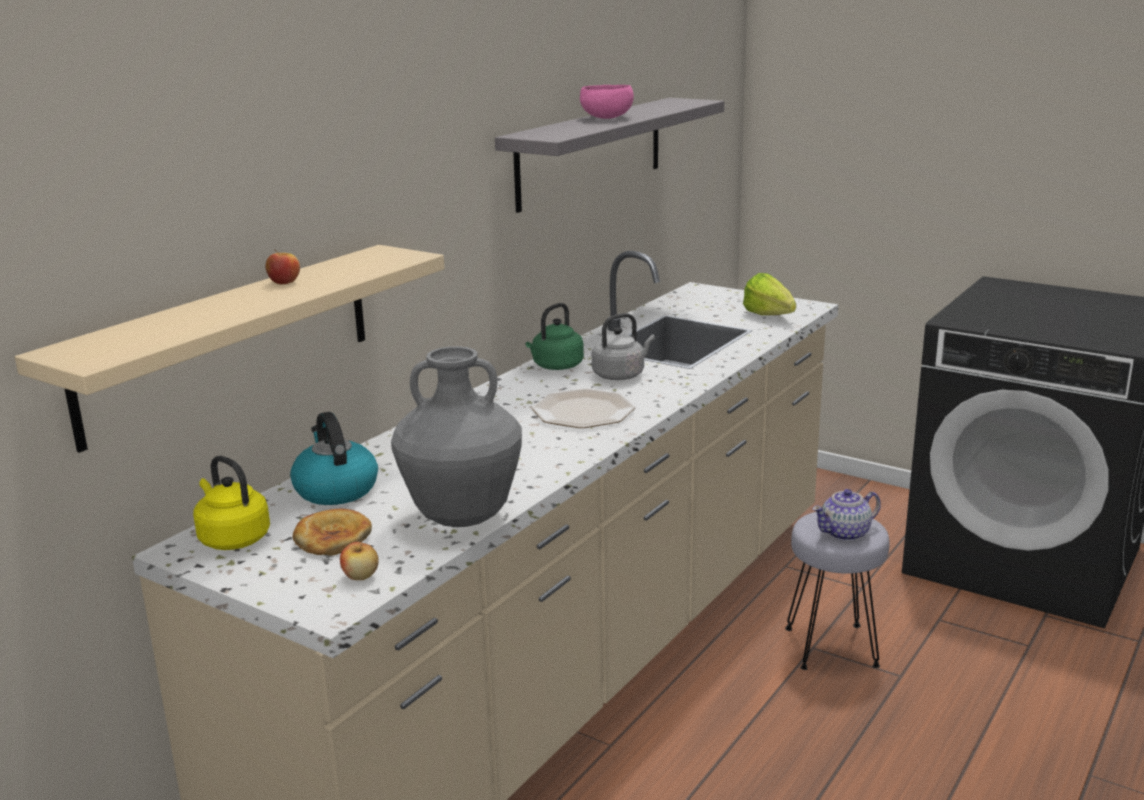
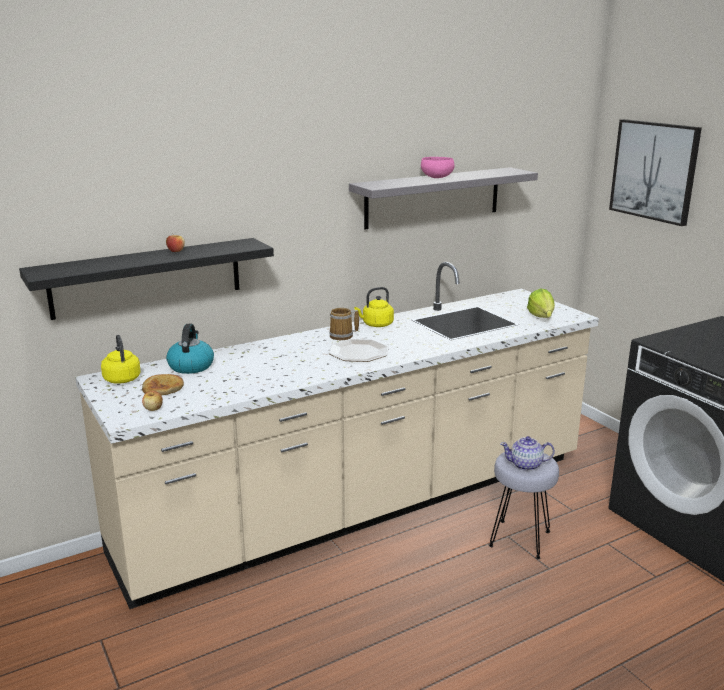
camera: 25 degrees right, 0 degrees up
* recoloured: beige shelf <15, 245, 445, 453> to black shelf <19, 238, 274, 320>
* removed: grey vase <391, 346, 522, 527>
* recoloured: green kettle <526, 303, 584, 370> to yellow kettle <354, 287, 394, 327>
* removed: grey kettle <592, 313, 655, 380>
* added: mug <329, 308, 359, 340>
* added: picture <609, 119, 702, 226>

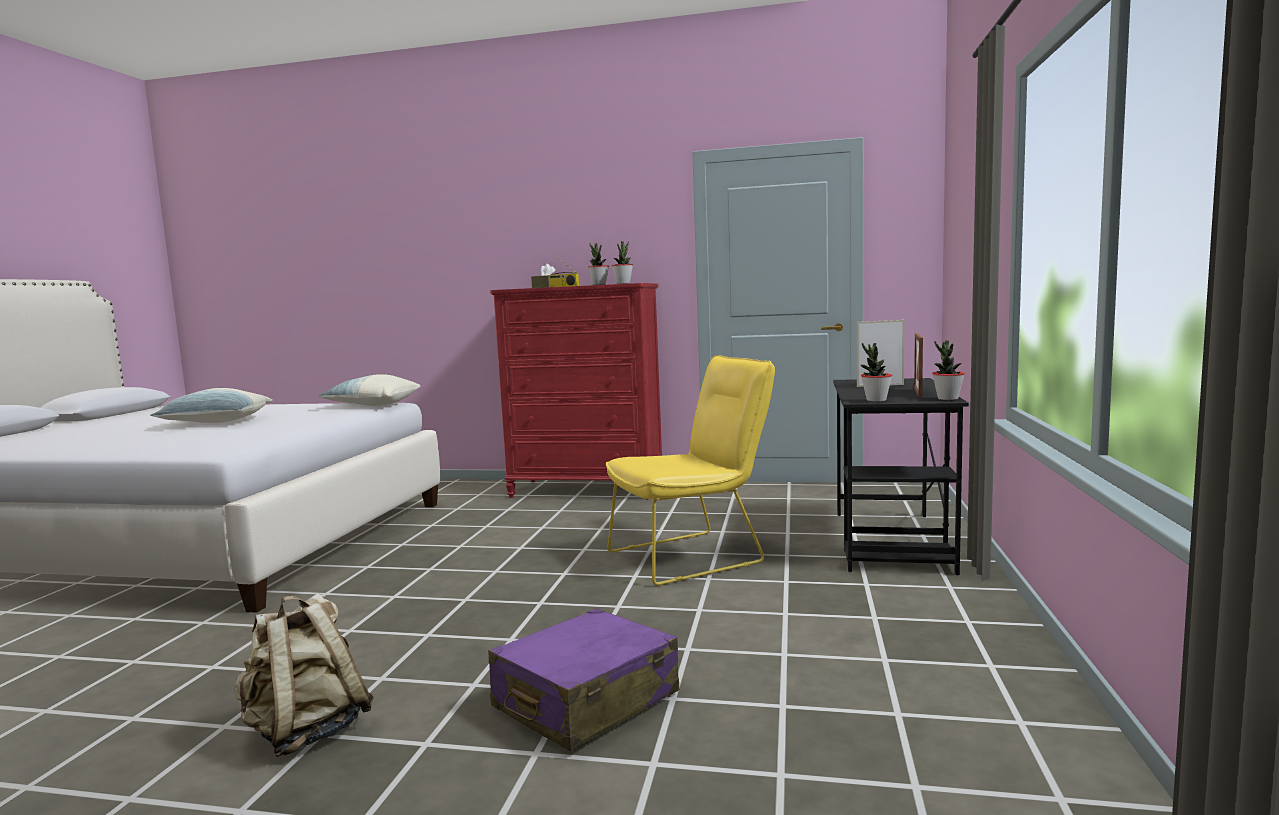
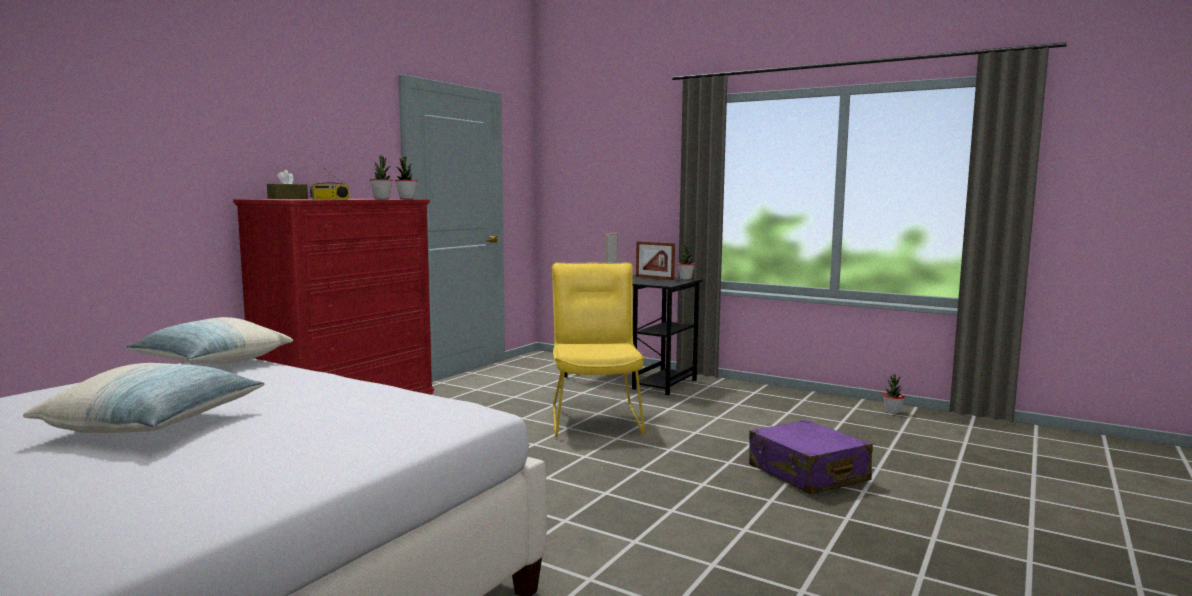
camera: 70 degrees left, 0 degrees up
* removed: beige backpack <234, 593, 374, 757>
* moved: potted plant <861, 343, 892, 402> to <883, 374, 905, 414>

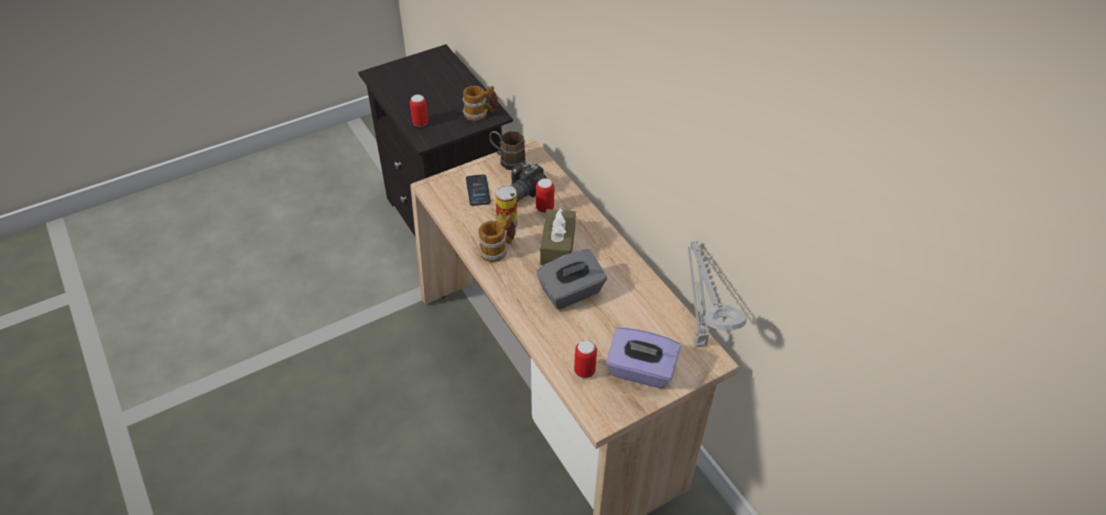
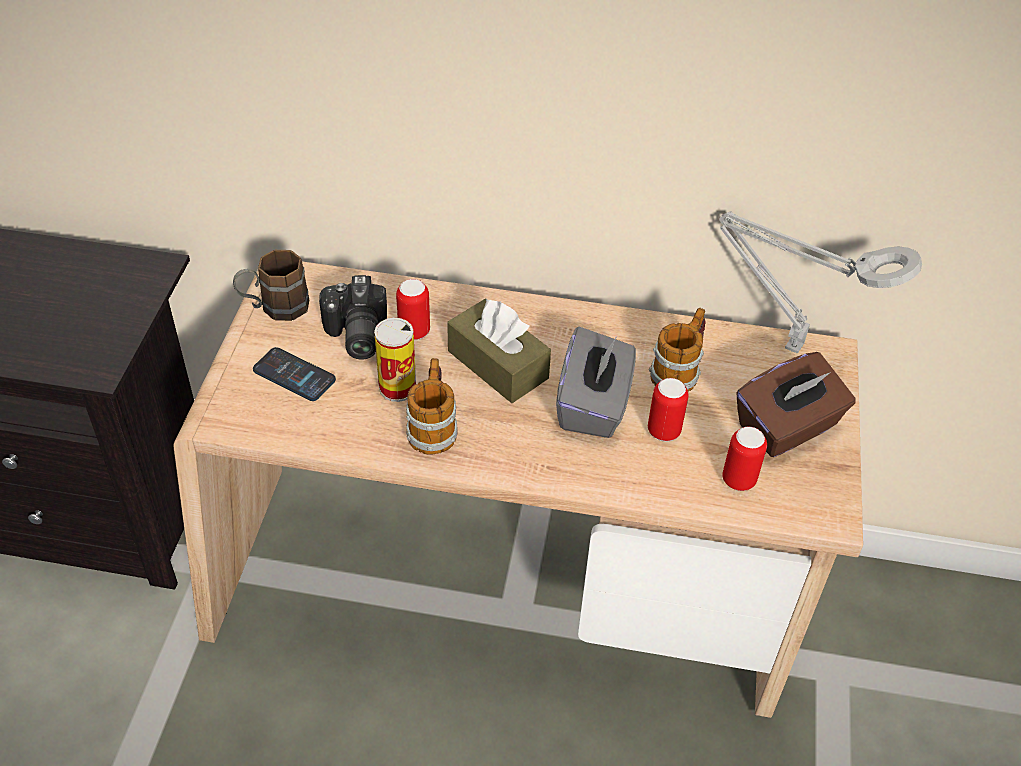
camera: 50 degrees left, 0 degrees up
* moved: can <410, 95, 428, 127> to <648, 378, 689, 442>
* moved: mug <462, 86, 498, 121> to <649, 308, 706, 392>
* recoloured: purple tissue box <606, 328, 681, 388> to brown tissue box <736, 352, 856, 457>

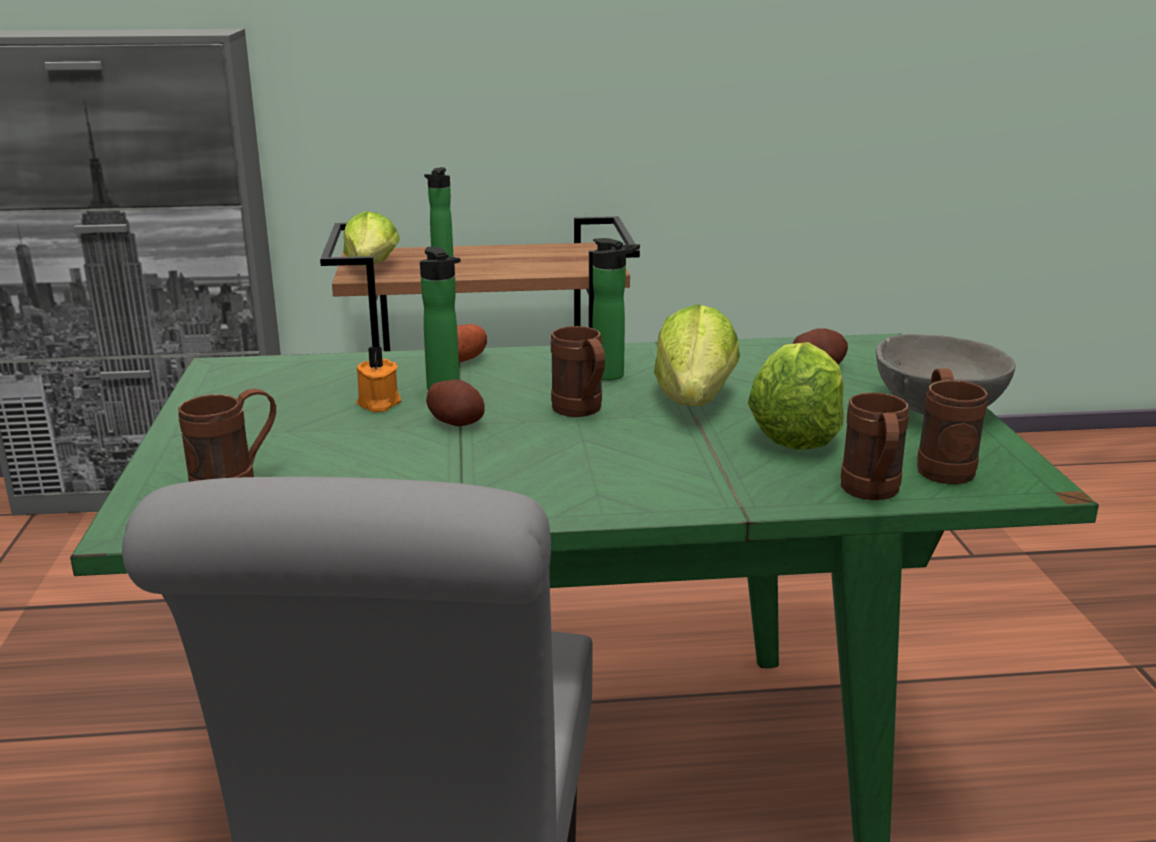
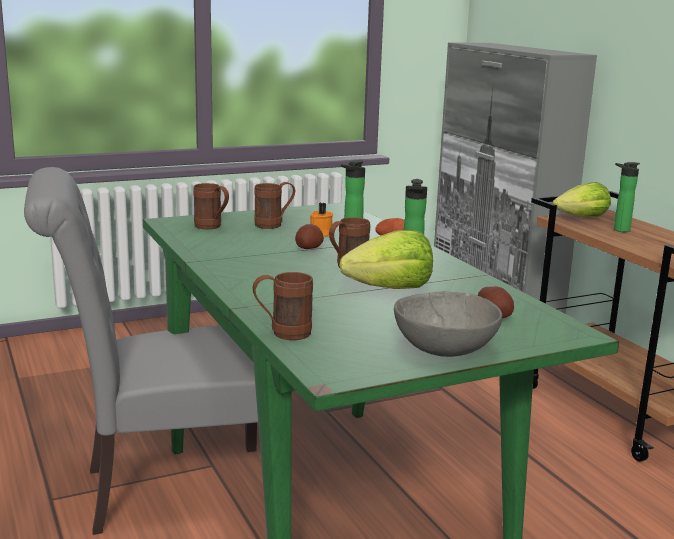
camera: 70 degrees right, 5 degrees down
* removed: lettuce <748, 342, 844, 449>
* moved: brown mug <917, 368, 988, 484> to <254, 182, 295, 229>

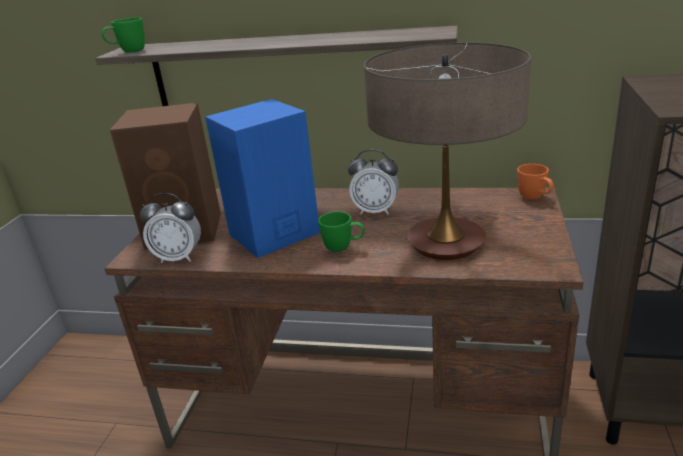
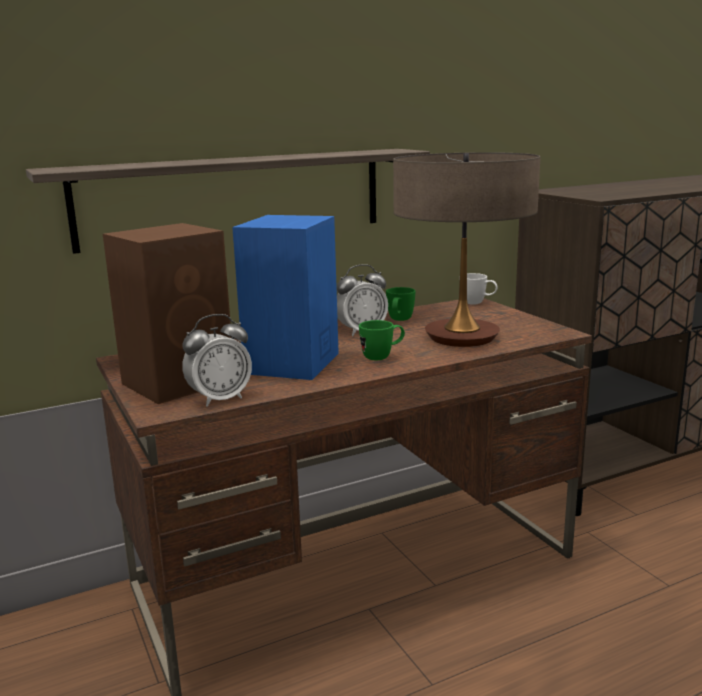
camera: 40 degrees left, 10 degrees down
* moved: green mug <102, 17, 145, 53> to <386, 287, 415, 321>
* recoloured: orange mug <517, 164, 554, 200> to white mug <459, 273, 498, 305>

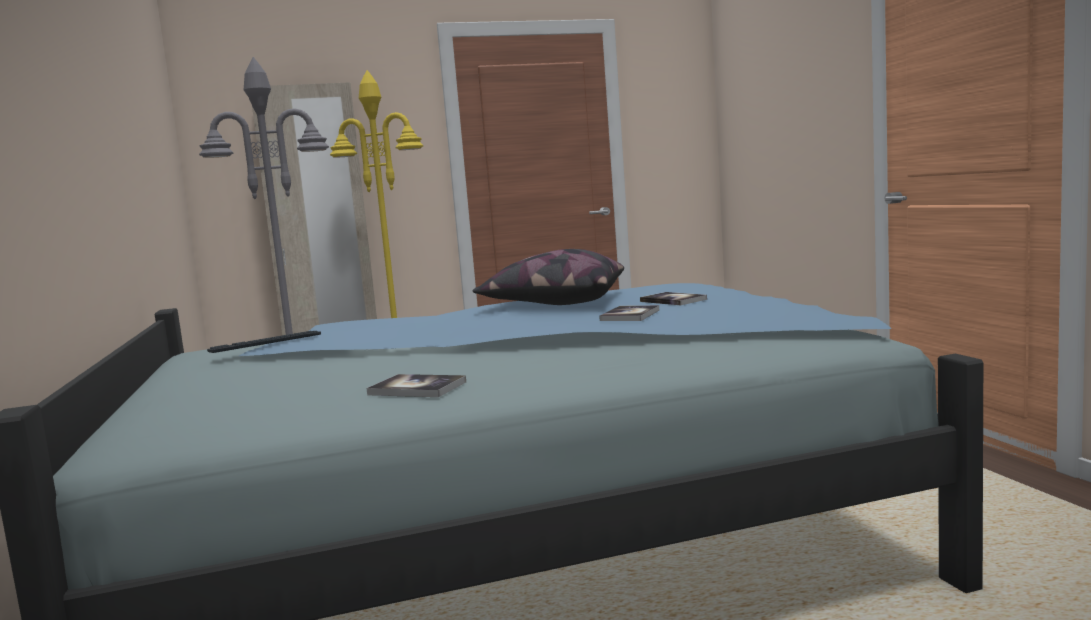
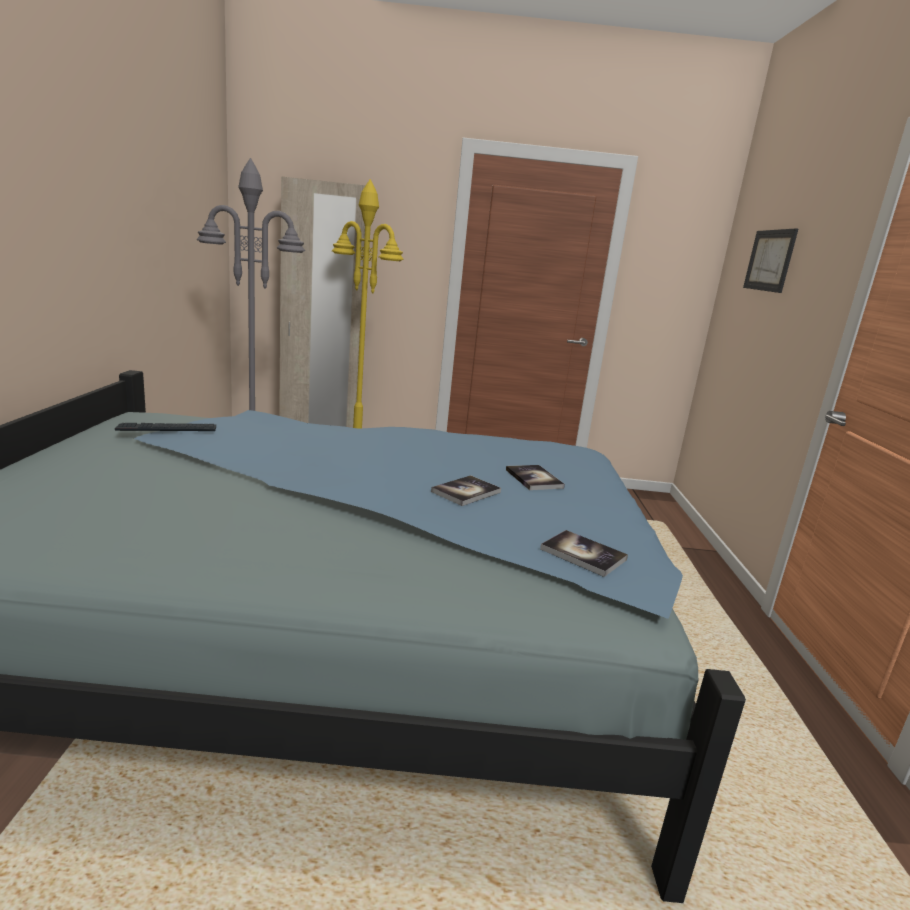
camera: 15 degrees right, 10 degrees up
* moved: book <366, 374, 466, 397> to <540, 530, 628, 577>
* removed: pillow <472, 249, 624, 305>
* added: picture <743, 228, 798, 293>

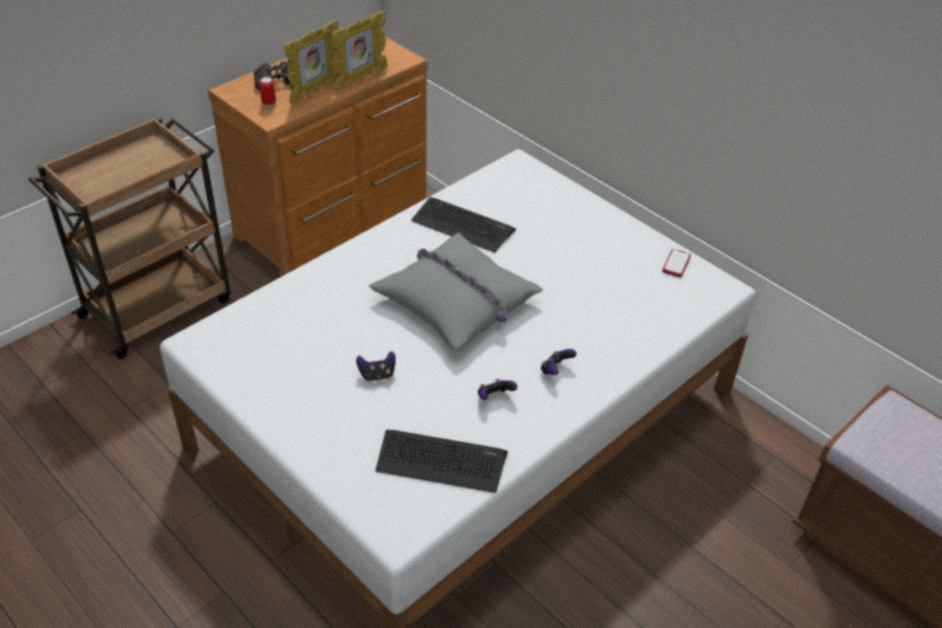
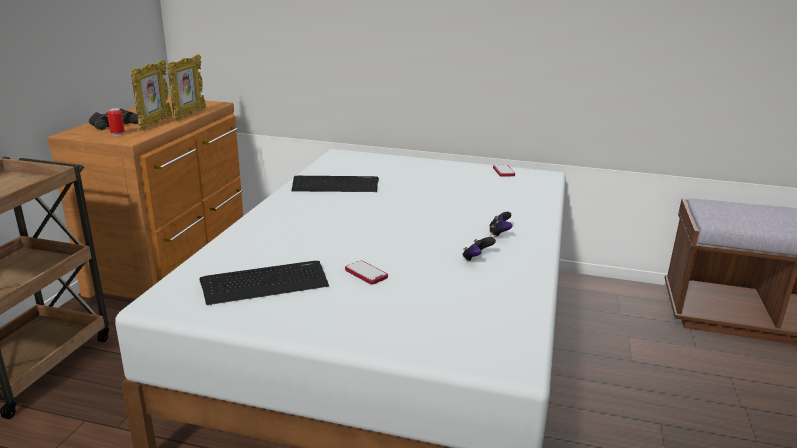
camera: 30 degrees left, 20 degrees down
* replaced: game controller <356, 351, 396, 382> to phone <345, 260, 388, 285>
* removed: grey pillow <369, 233, 543, 352>
* moved: keyboard <375, 430, 508, 493> to <199, 261, 329, 305>

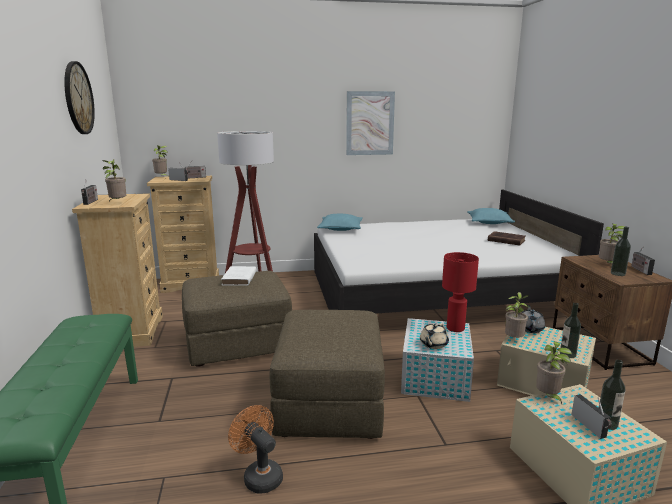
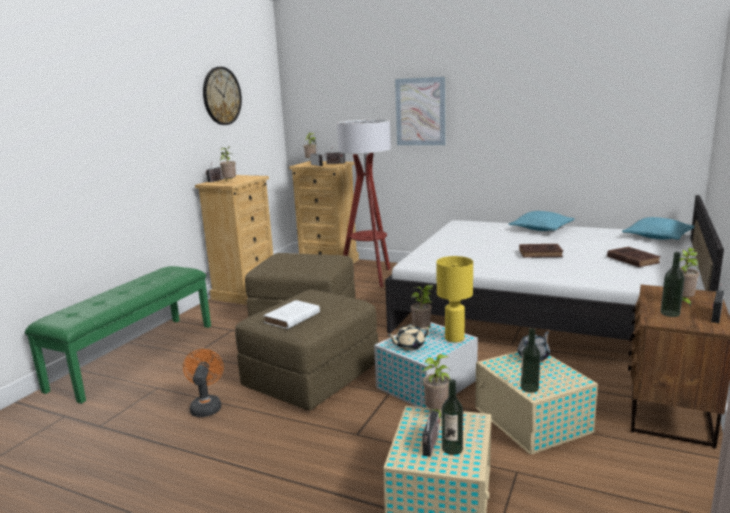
camera: 35 degrees right, 0 degrees up
* moved: white book <221, 266, 256, 286> to <263, 300, 320, 329>
* moved: turquoise pillow <317, 214, 363, 231> to <508, 211, 575, 231>
* moved: picture <346, 91, 395, 155> to <395, 77, 446, 145>
* recoloured: red table lamp <442, 252, 479, 332> to yellow table lamp <436, 256, 473, 342>
* moved: potted plant <505, 292, 529, 338> to <411, 285, 433, 328>
* added: brown book <519, 244, 563, 258>

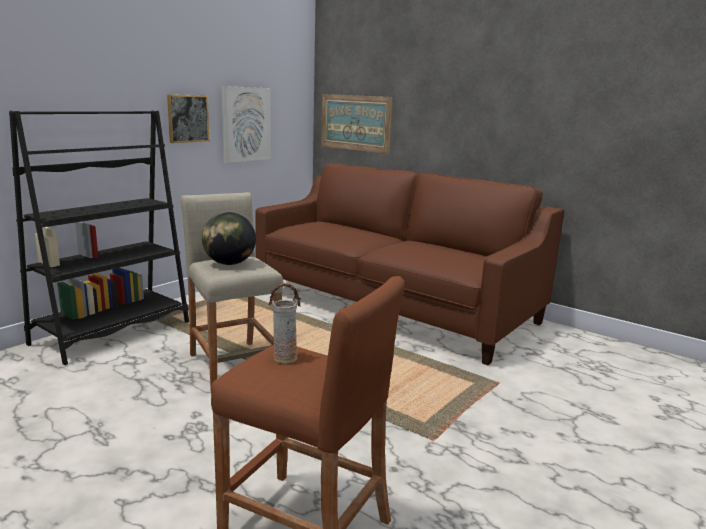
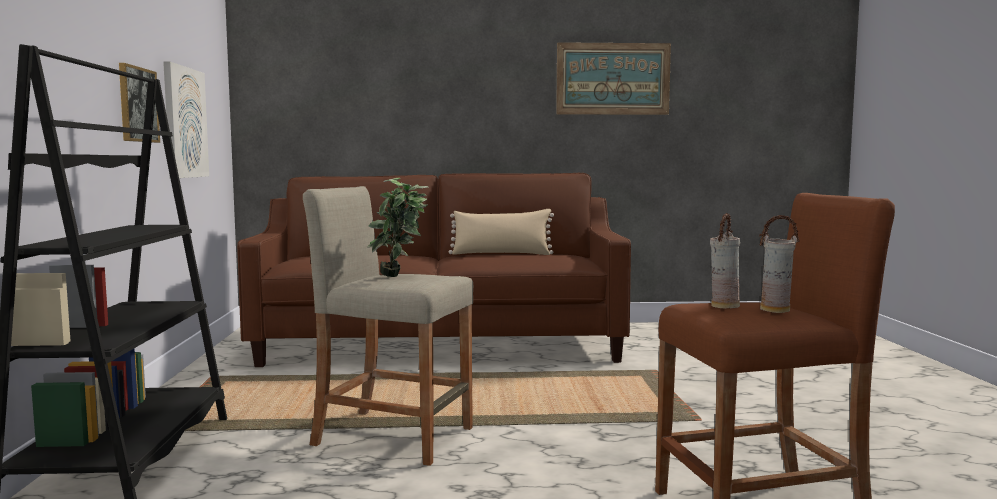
camera: 40 degrees left, 10 degrees down
* replaced: globe <202, 212, 256, 265> to potted plant <367, 178, 428, 277>
* moved: picture <321, 94, 392, 154> to <556, 42, 671, 115>
* added: beige pillow <448, 209, 554, 255>
* added: vase <759, 215, 800, 313>

